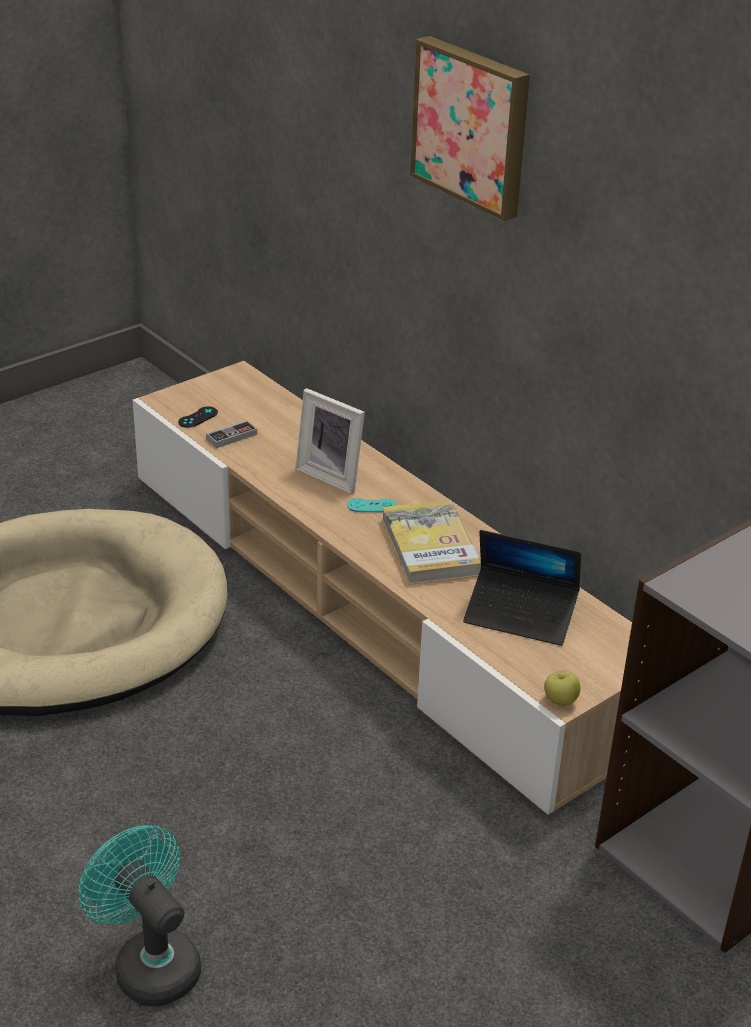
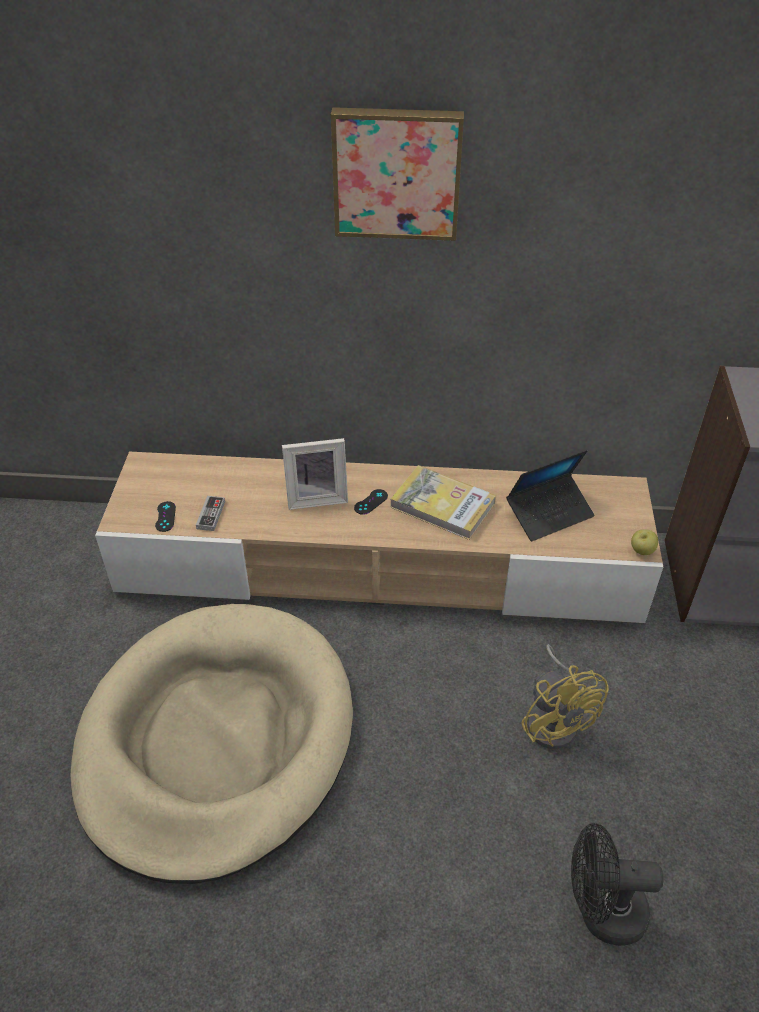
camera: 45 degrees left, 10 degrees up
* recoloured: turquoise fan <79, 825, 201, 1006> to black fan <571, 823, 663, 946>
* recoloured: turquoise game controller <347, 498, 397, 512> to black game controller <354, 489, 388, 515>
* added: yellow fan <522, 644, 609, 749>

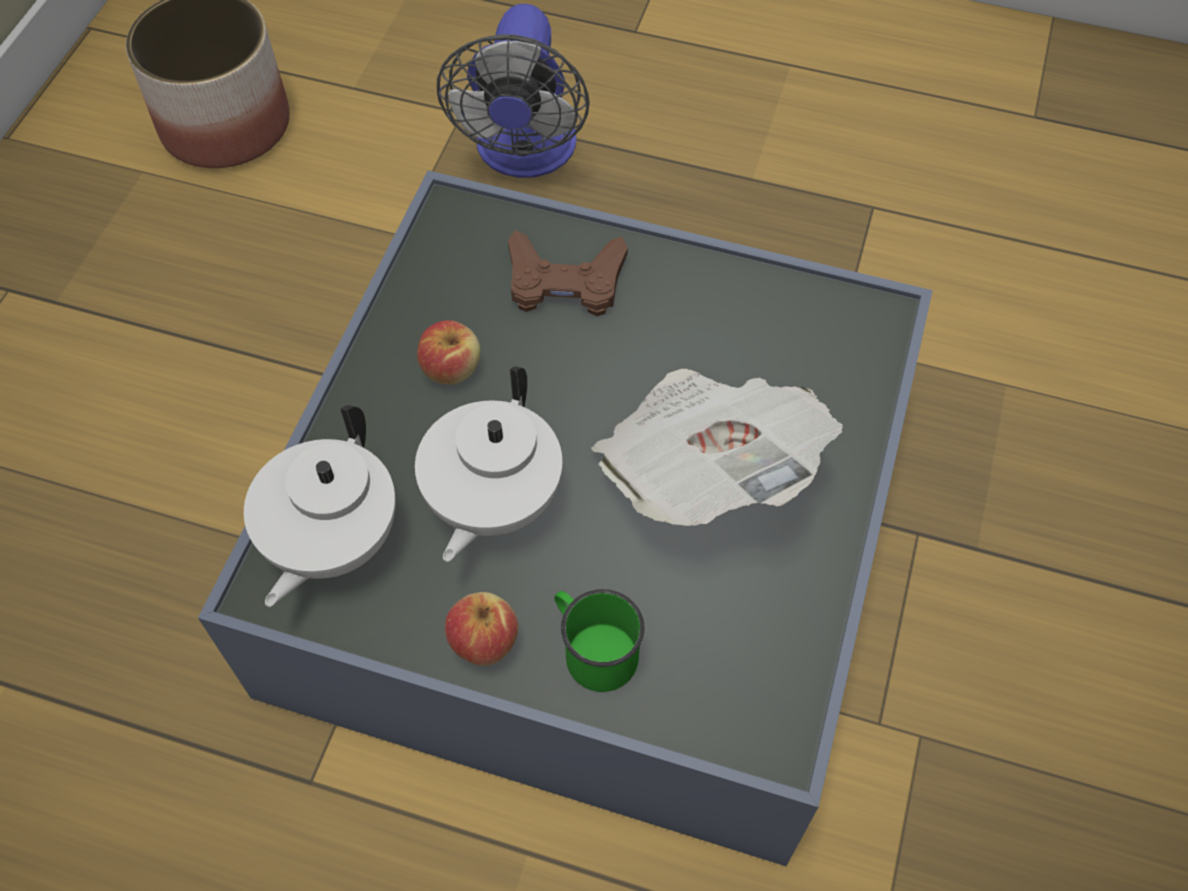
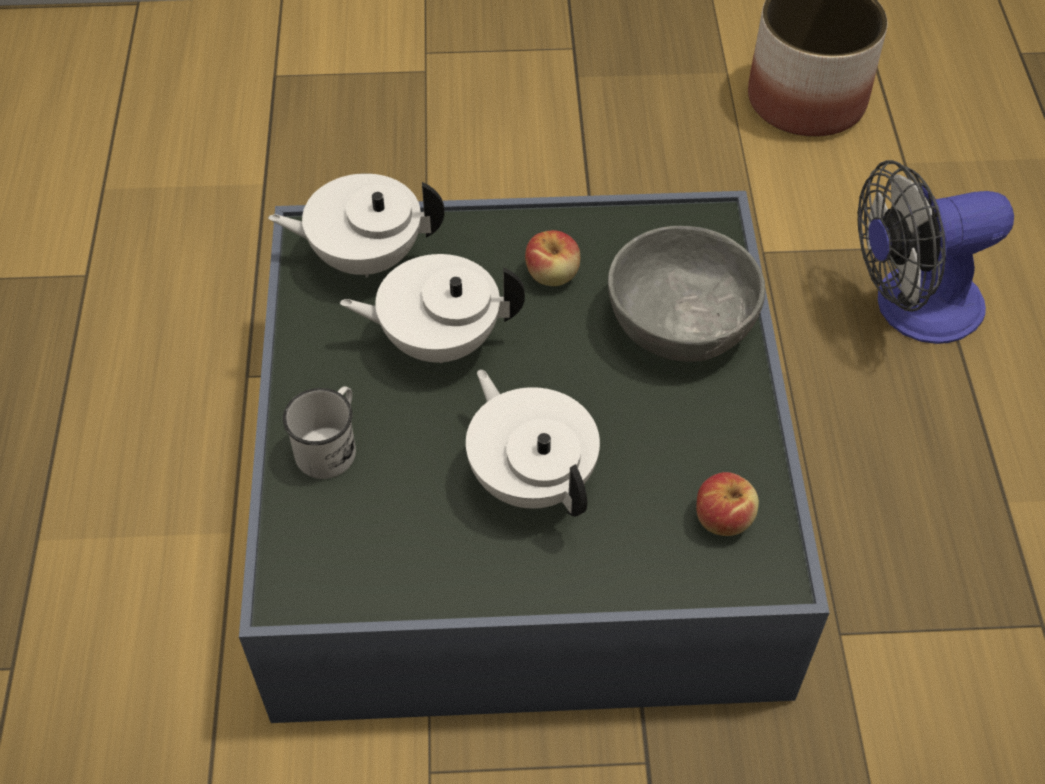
camera: 70 degrees right, 5 degrees down
* moved: apple <445, 592, 518, 666> to <696, 472, 759, 536>
* replaced: brown game controller <508, 230, 628, 316> to grey bowl <608, 226, 765, 362>
* recoloured: green mug <554, 589, 644, 692> to white mug <283, 386, 356, 479>
* replaced: newspaper <591, 368, 842, 526> to white teapot <466, 370, 600, 517>

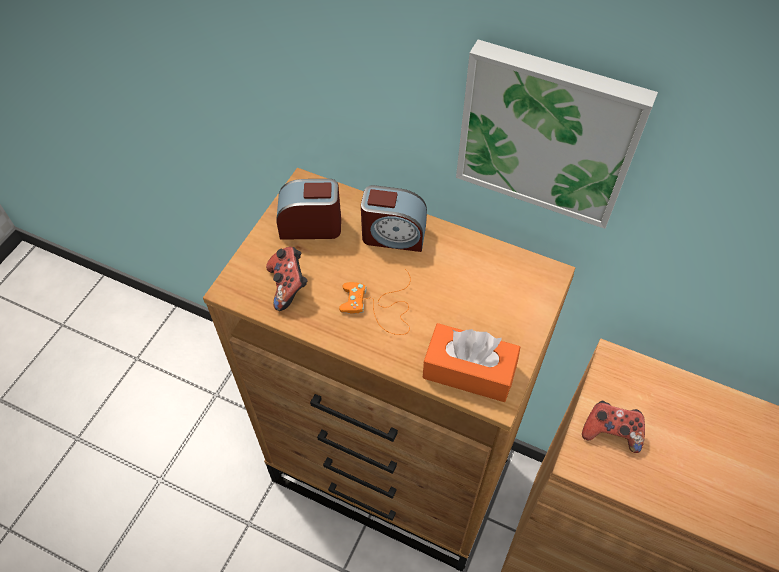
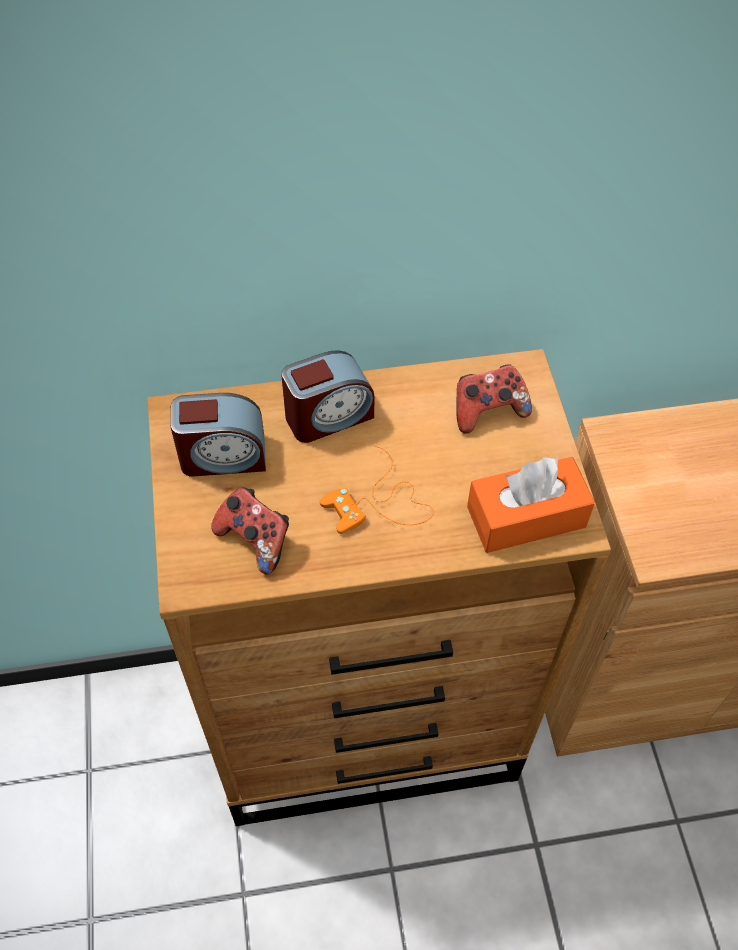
camera: 35 degrees left, 0 degrees up
* turned: alarm clock <277, 179, 341, 240> = <170, 393, 266, 477> 150 degrees counterclockwise
* removed: picture <456, 40, 658, 229>
* moved: game controller <582, 401, 645, 453> to <456, 364, 532, 433>

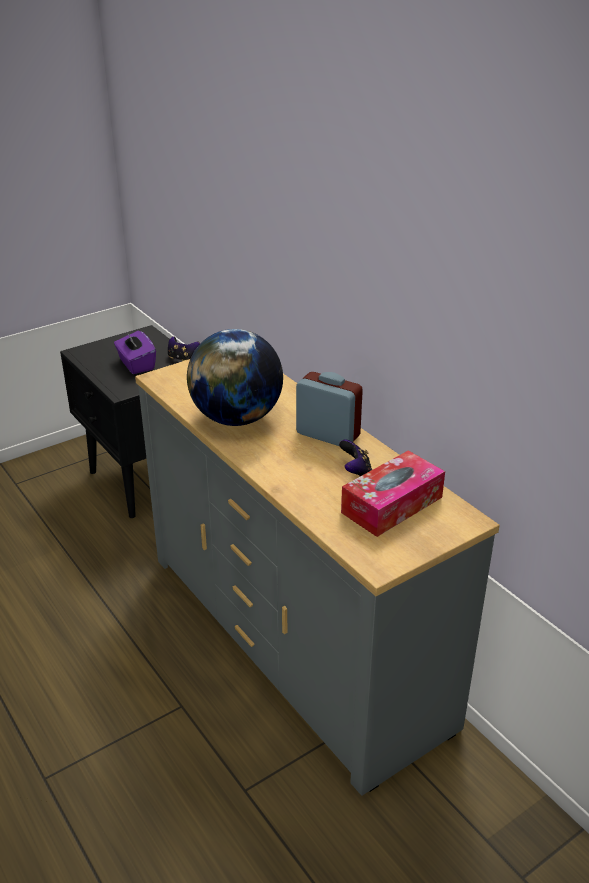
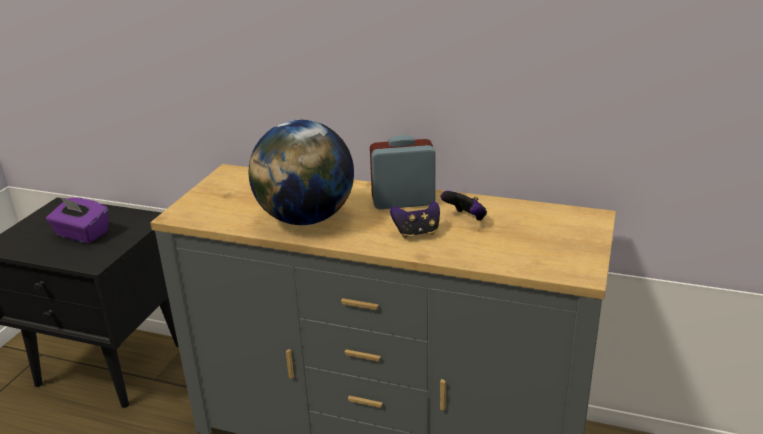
camera: 35 degrees left, 5 degrees down
* moved: game controller <168, 337, 200, 361> to <390, 201, 440, 238>
* removed: tissue box <341, 450, 445, 537>

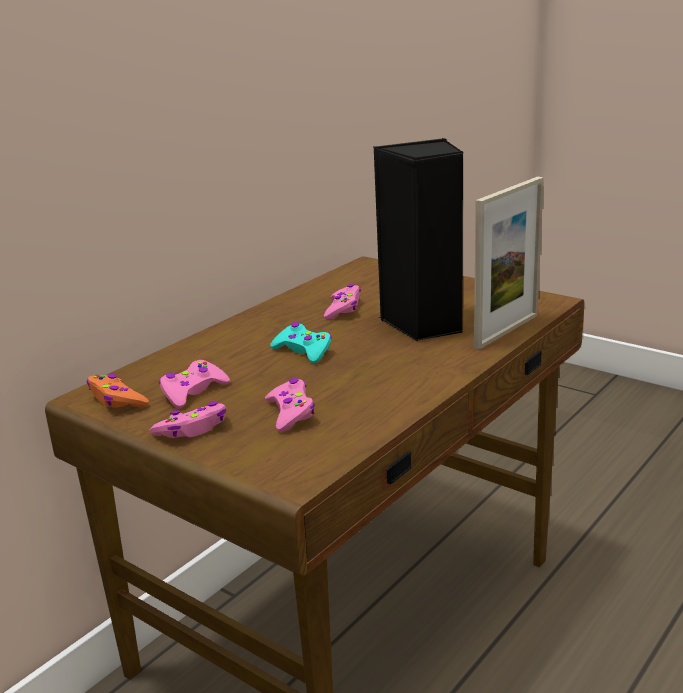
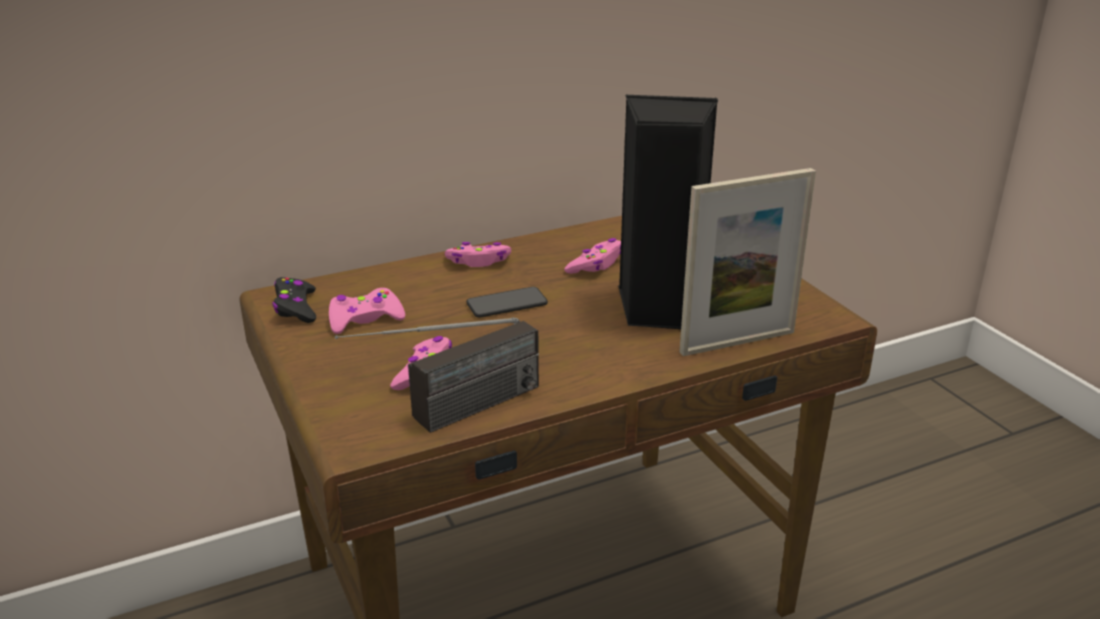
camera: 25 degrees right, 5 degrees up
* recoloured: orange game controller <87, 374, 149, 408> to black game controller <272, 277, 316, 323>
* moved: pink game controller <150, 402, 227, 438> to <445, 242, 511, 267>
* replaced: turquoise game controller <270, 322, 332, 363> to phone <466, 287, 548, 318>
* added: radio <335, 317, 539, 433>

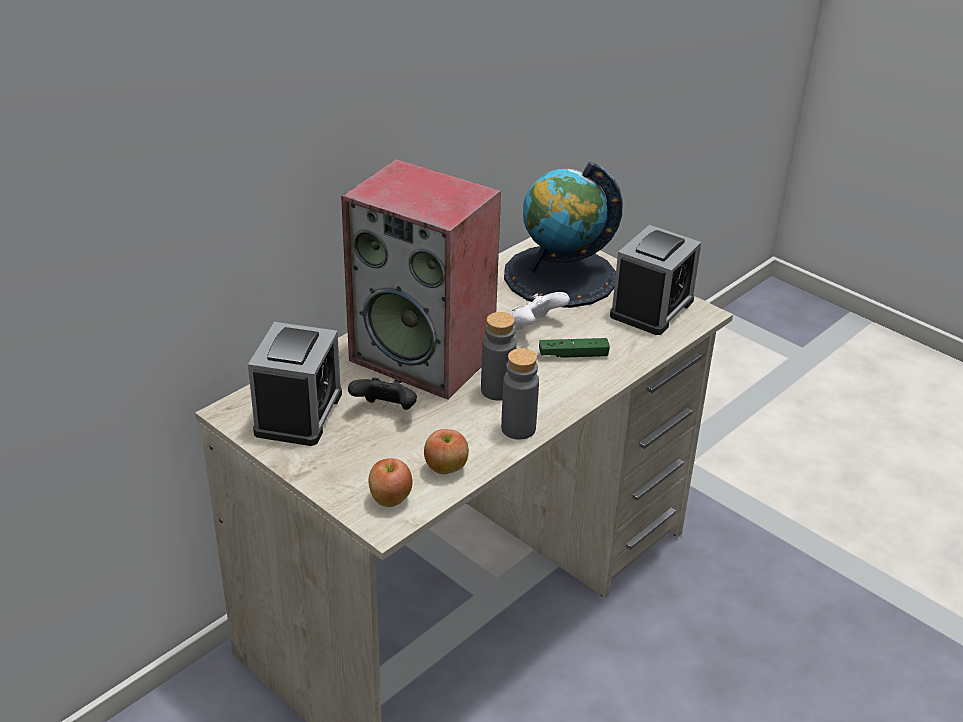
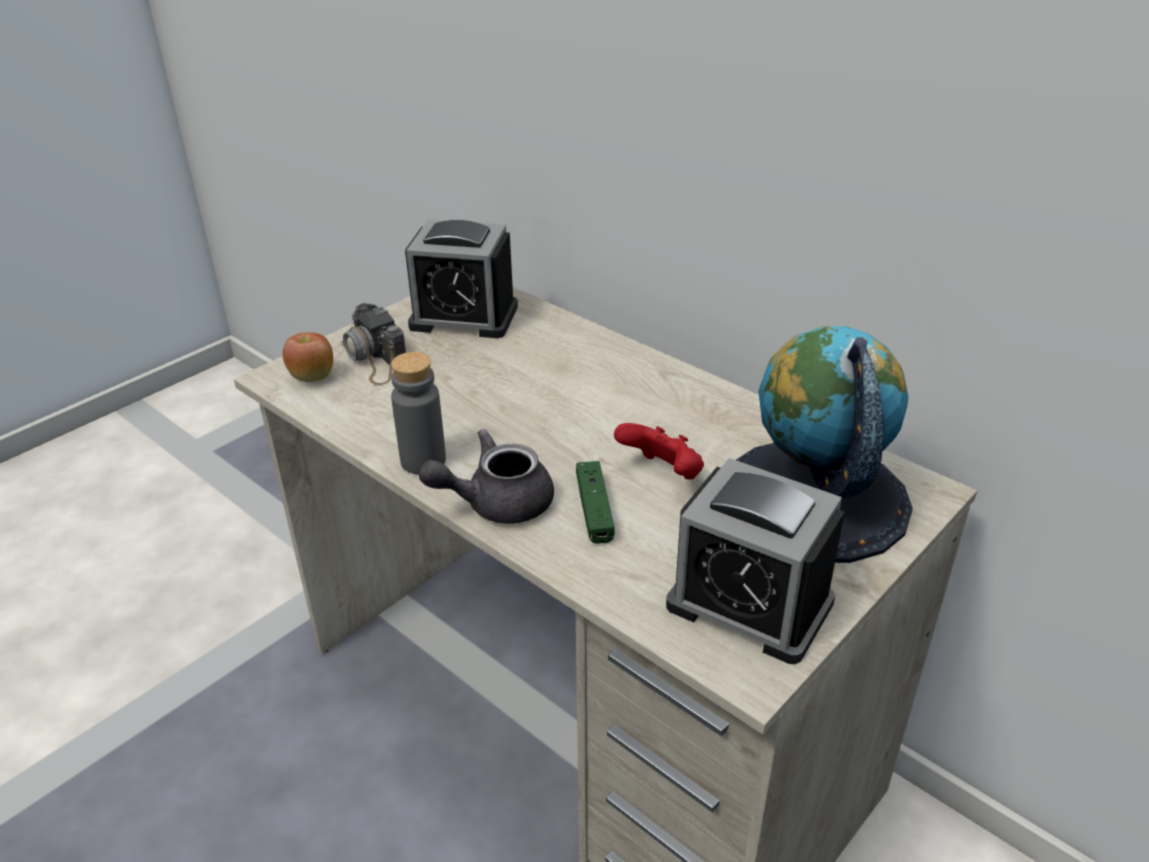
camera: 90 degrees right, 0 degrees up
* removed: speaker <341, 159, 501, 400>
* removed: black game controller <348, 377, 417, 410>
* removed: apple <424, 429, 469, 474>
* removed: grey bottle <481, 312, 517, 400>
* recoloured: white game controller <512, 292, 570, 330> to red game controller <614, 423, 704, 479>
* added: photo camera <341, 303, 406, 385>
* added: grey teapot <419, 429, 554, 524>

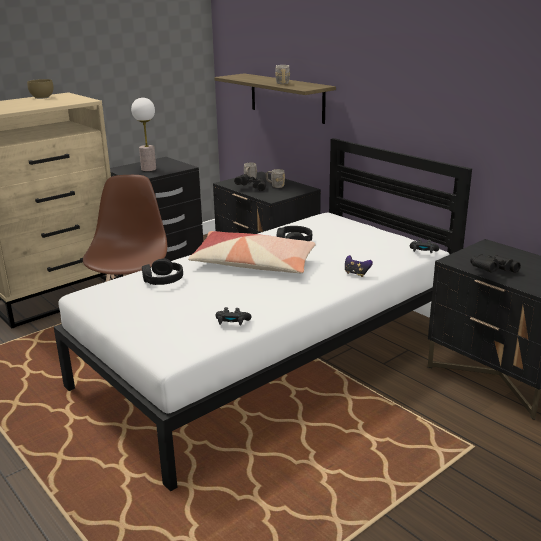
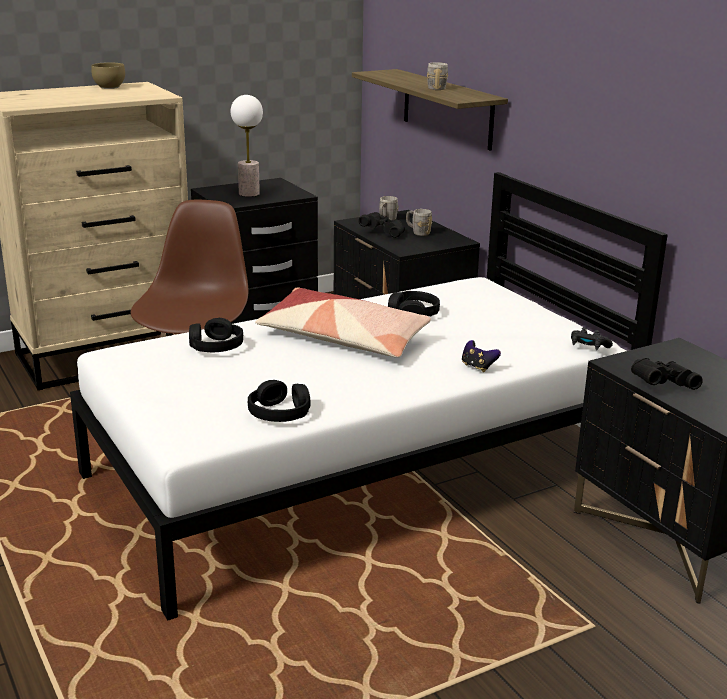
camera: 10 degrees right, 0 degrees up
* replaced: black game controller <215, 307, 252, 326> to black headphones <248, 380, 310, 422>

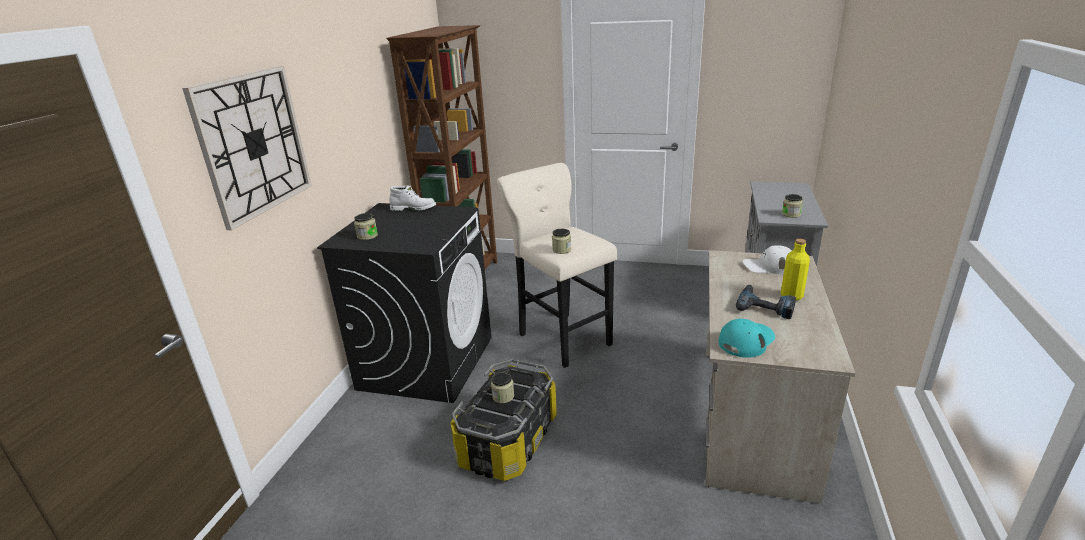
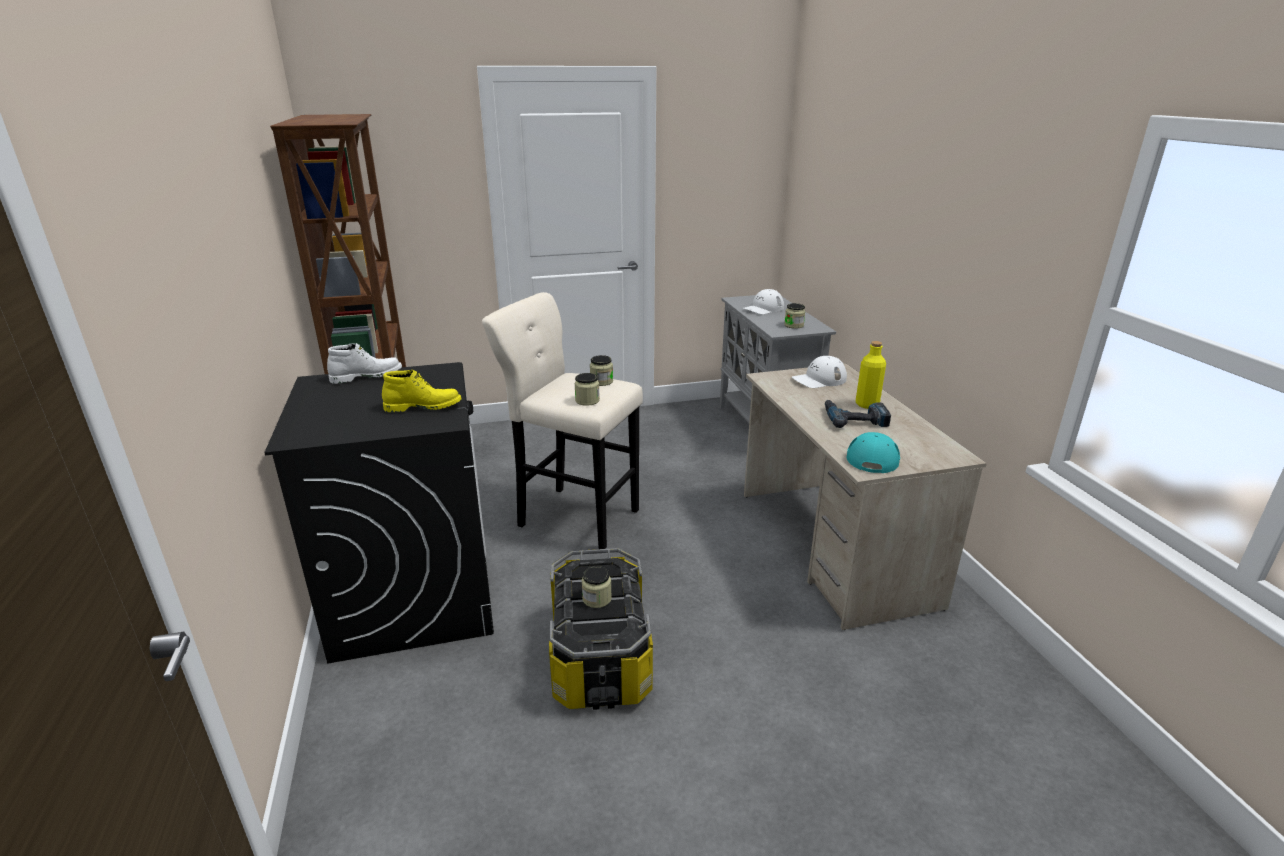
camera: 30 degrees left, 0 degrees up
* removed: wall clock <182, 66, 312, 230>
* moved: jar <354, 213, 378, 240> to <590, 355, 613, 386>
* added: yellow boot <382, 370, 462, 412>
* added: white cap <743, 289, 784, 314>

